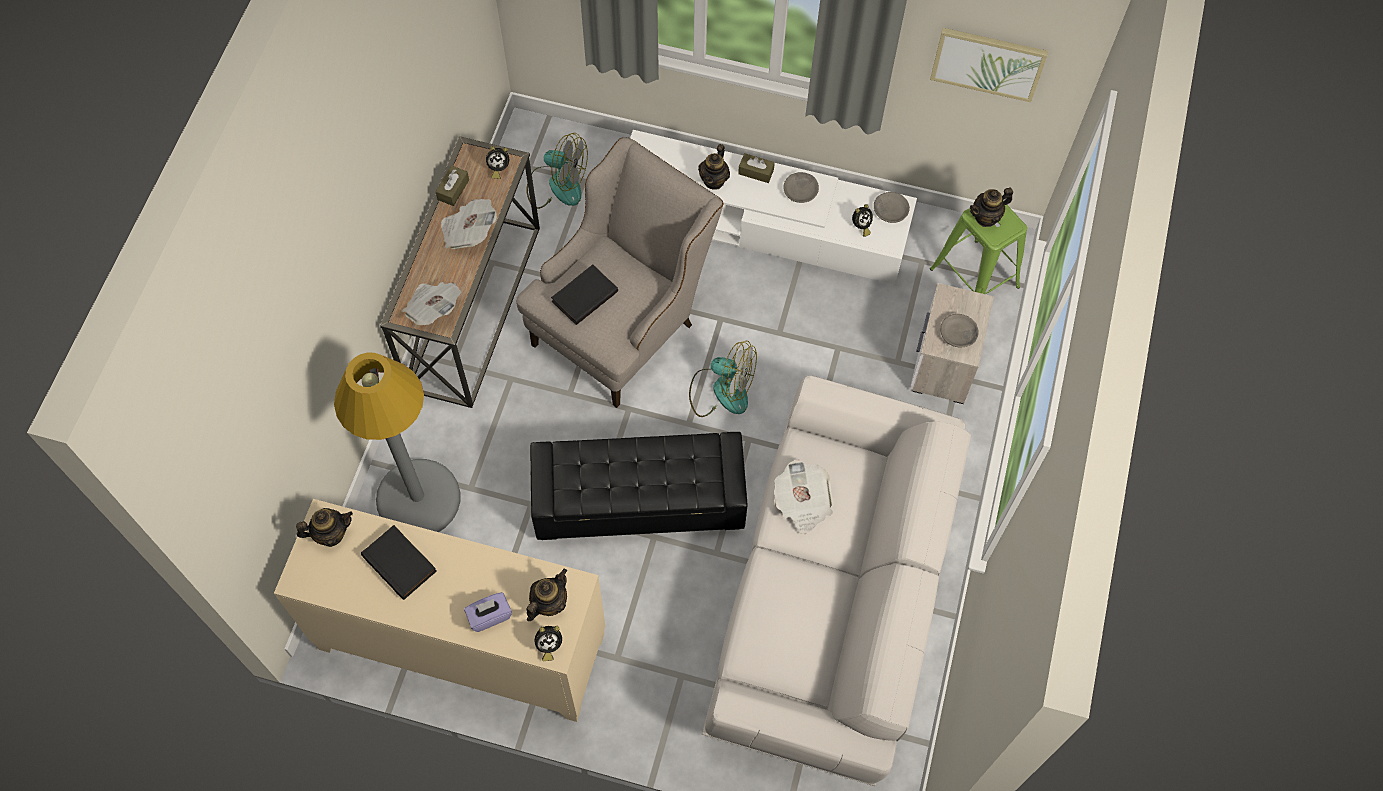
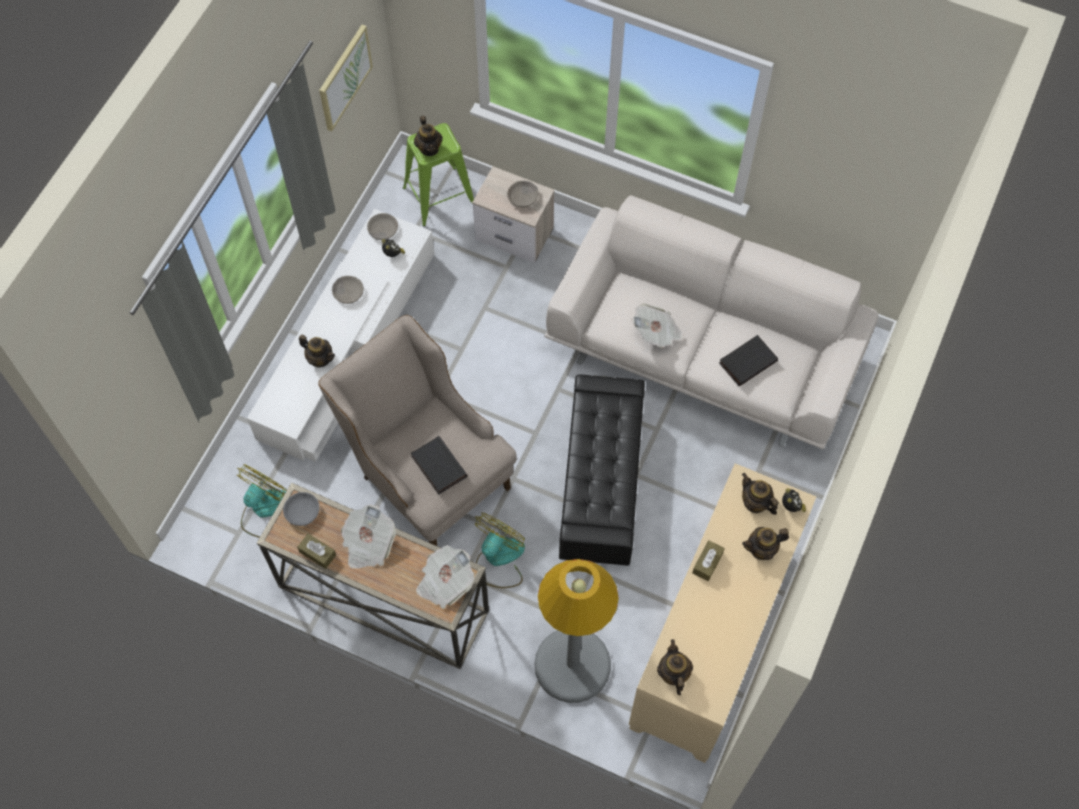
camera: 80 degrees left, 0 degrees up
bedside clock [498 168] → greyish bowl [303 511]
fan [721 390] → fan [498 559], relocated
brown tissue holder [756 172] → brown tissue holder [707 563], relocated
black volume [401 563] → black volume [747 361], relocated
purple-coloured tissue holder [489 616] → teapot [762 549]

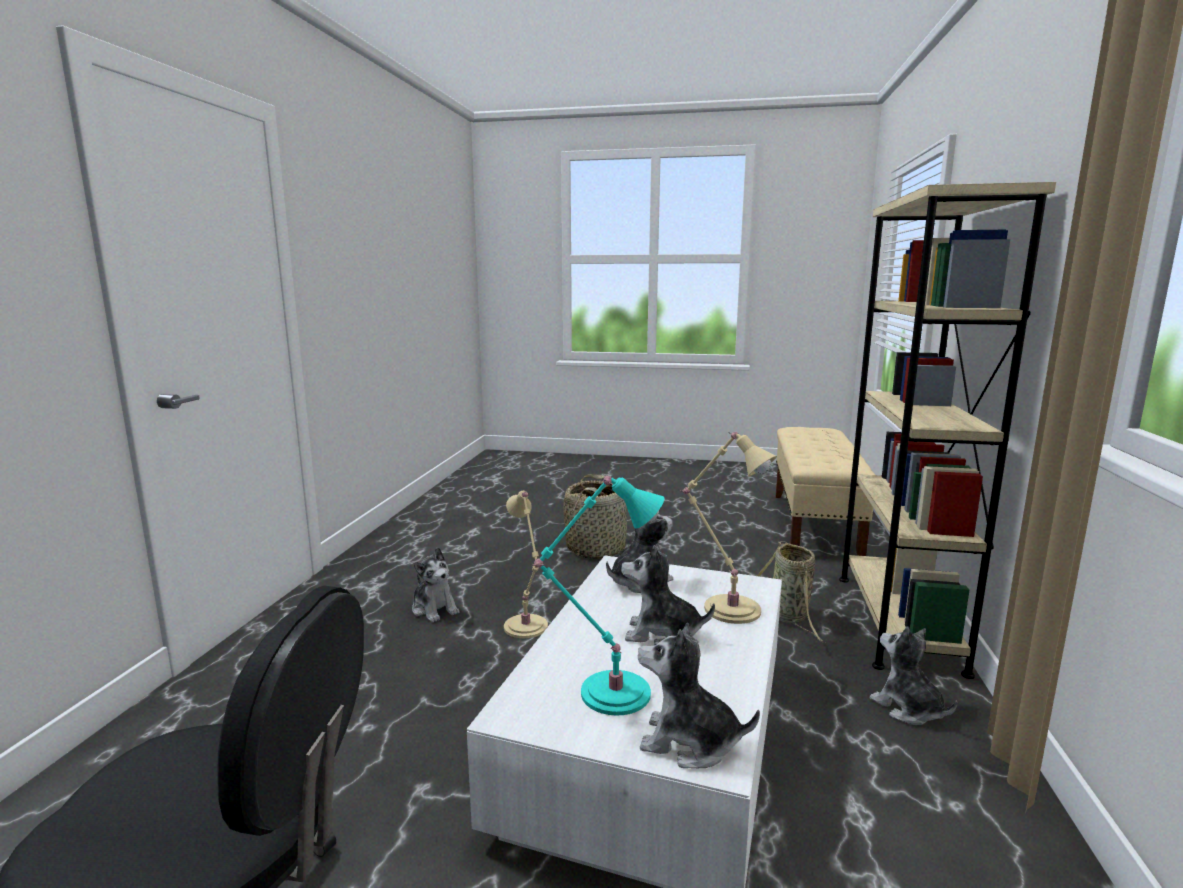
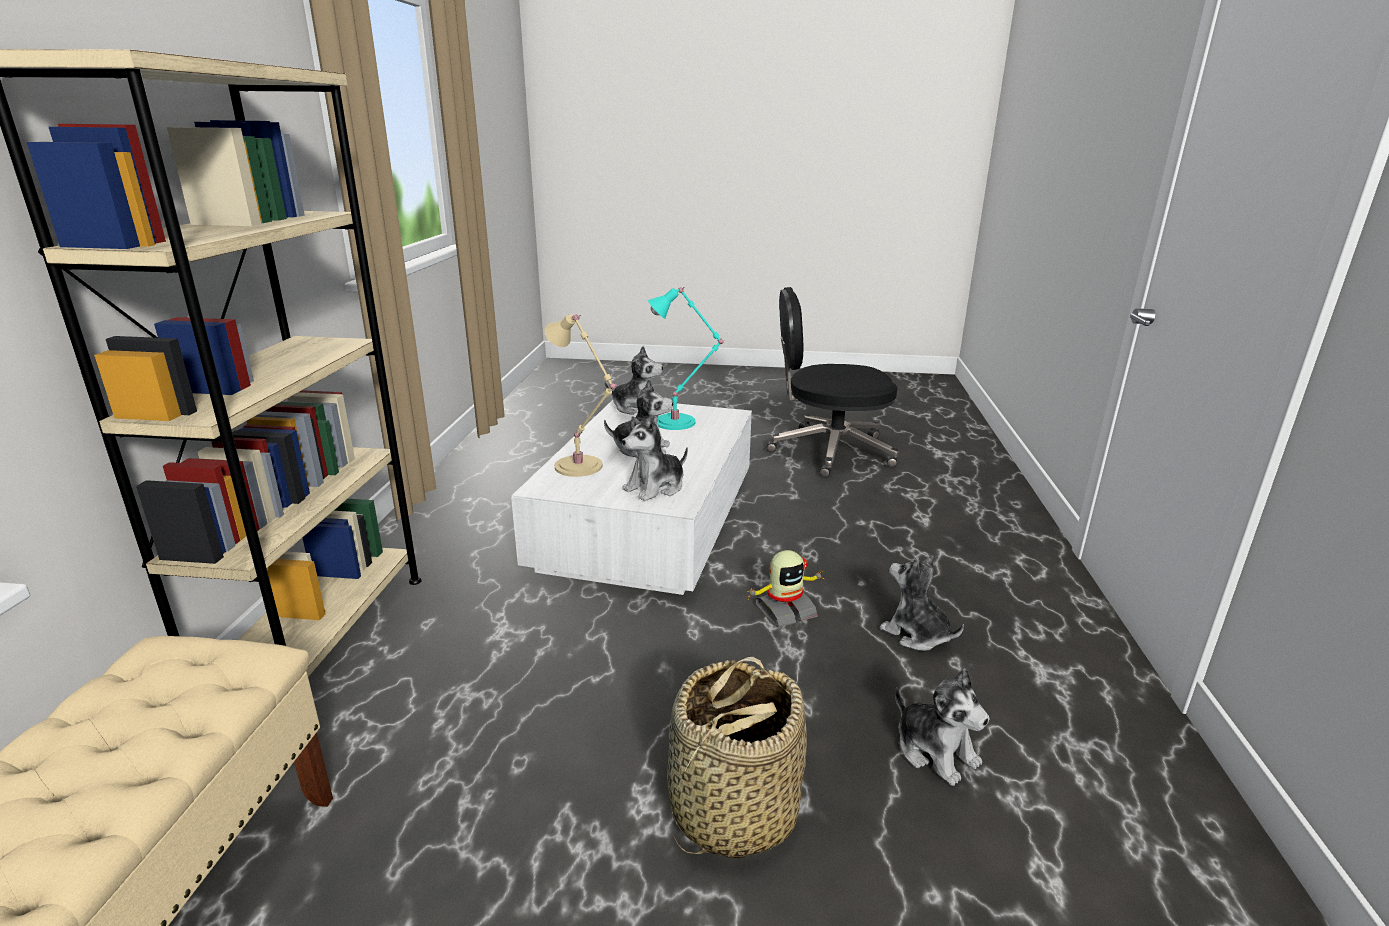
camera: 175 degrees right, 10 degrees up
sand-coloured table lamp [526 628] → robot figure [784 610]
soft toy [907 708] → soft toy [935 751], relocated
storage basket [789 617] → -

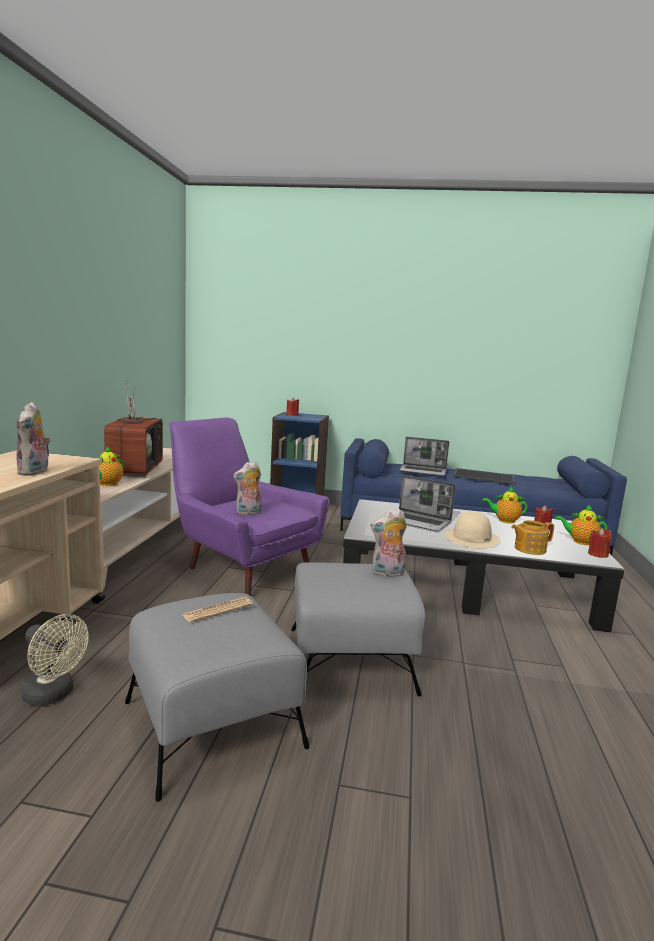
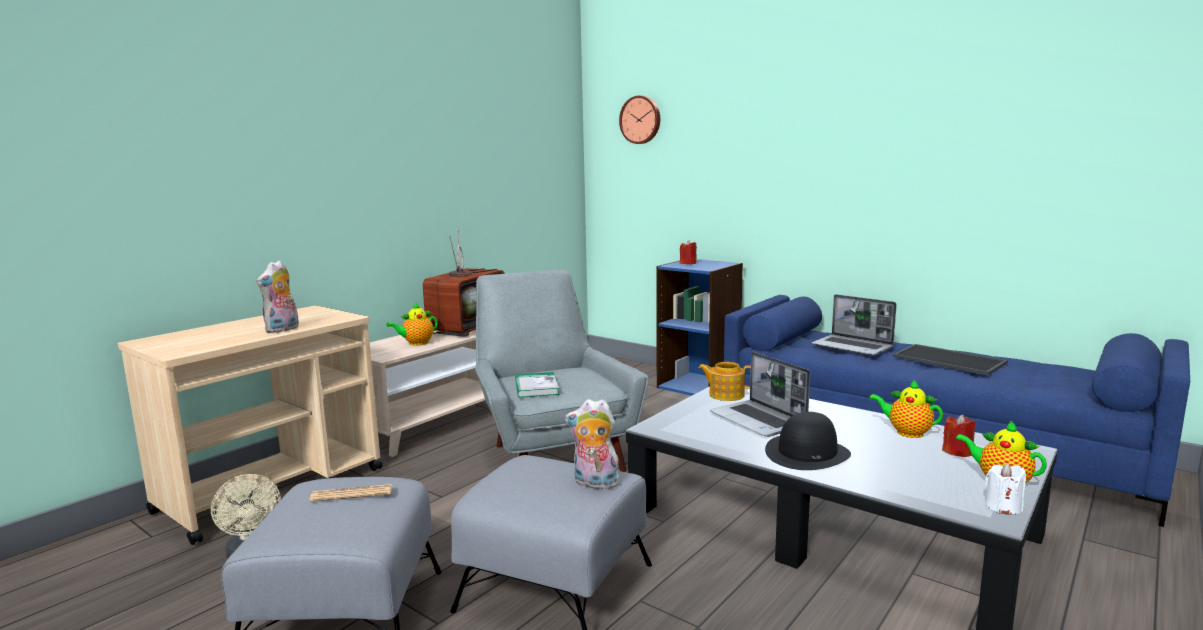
camera: 30 degrees right, 0 degrees up
purple-coloured lounge chair [240 567] → greyish lounge chair [550 453]
soft toy [248 513] → volume [536 387]
- → clock on the wall [641 120]
teapot [529 549] → teapot [725 395], relocated
sand-coloured wearable hat [471 538] → black wearable hat [807 453]
reddish wax candle [598 554] → white wax candle [1003 507]

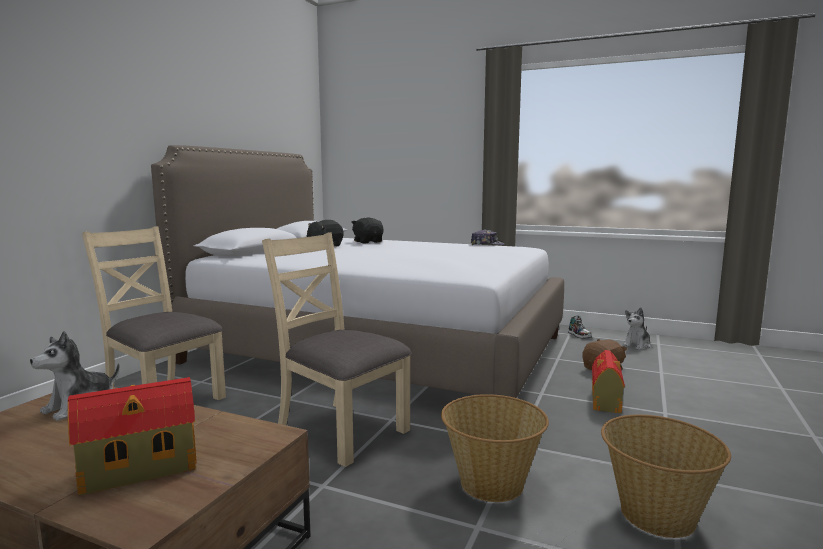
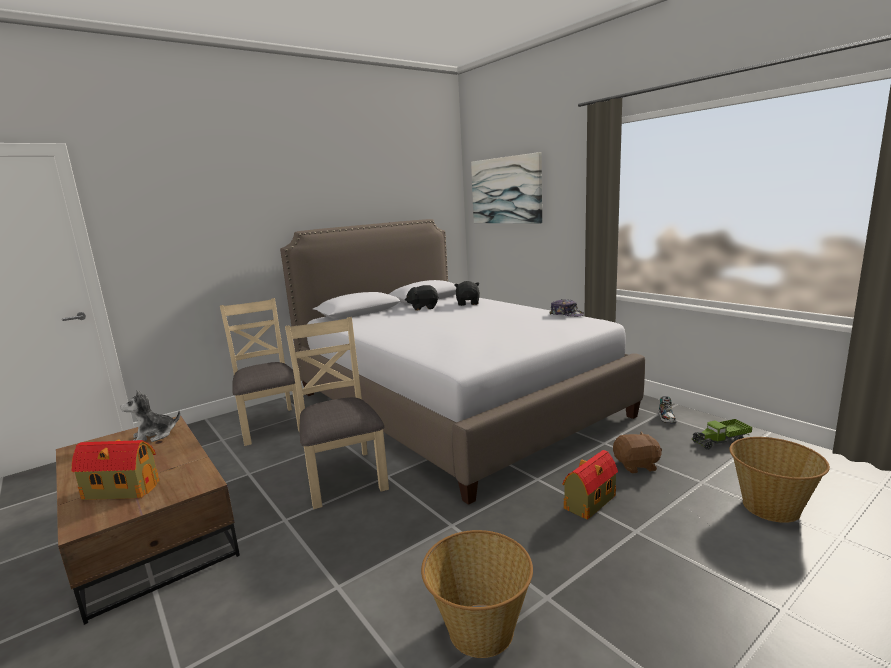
camera: 30 degrees right, 5 degrees up
- → wall art [506 190]
soft toy [637 345] → model truck [721 441]
storage basket [491 484] → storage basket [770 508], relocated

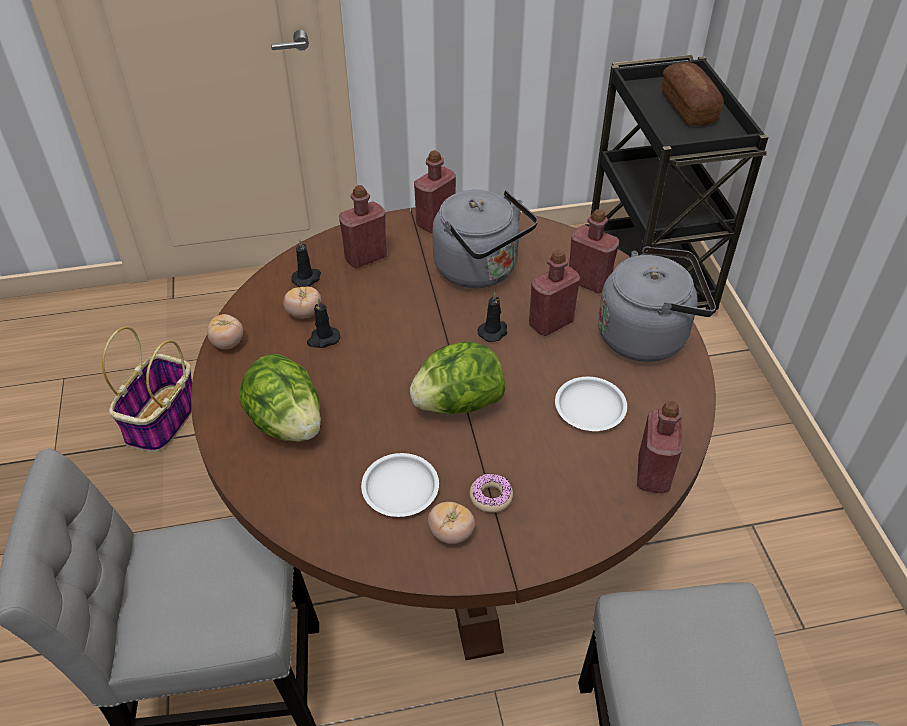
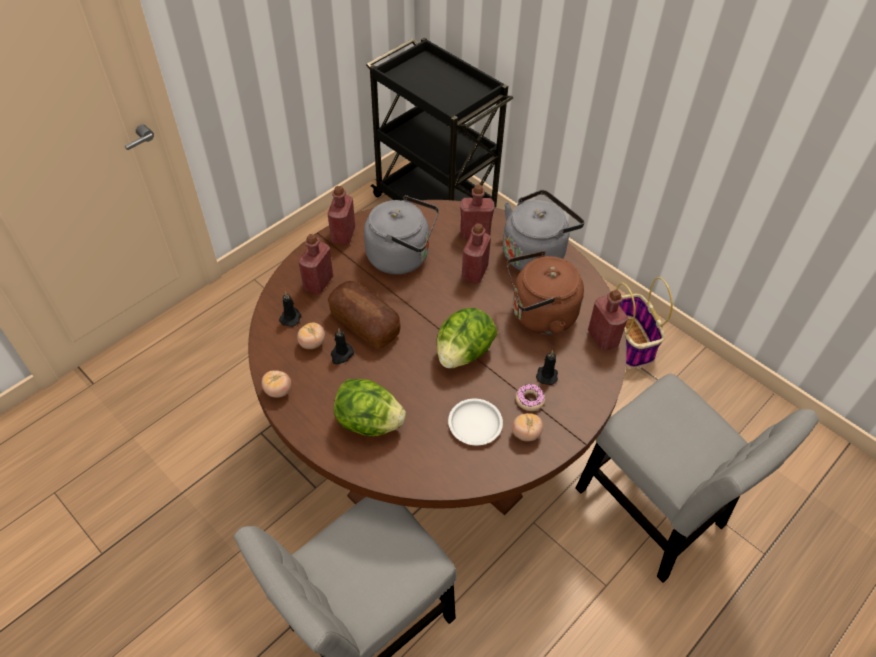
camera: 35 degrees left, 5 degrees up
bread [688 107] → bread [365 323], relocated
white flat dish [589 407] → brown water kettle [539 315]
black wax candle [493 331] → black wax candle [547 374], relocated
storage basket [162 420] → storage basket [630 342], relocated

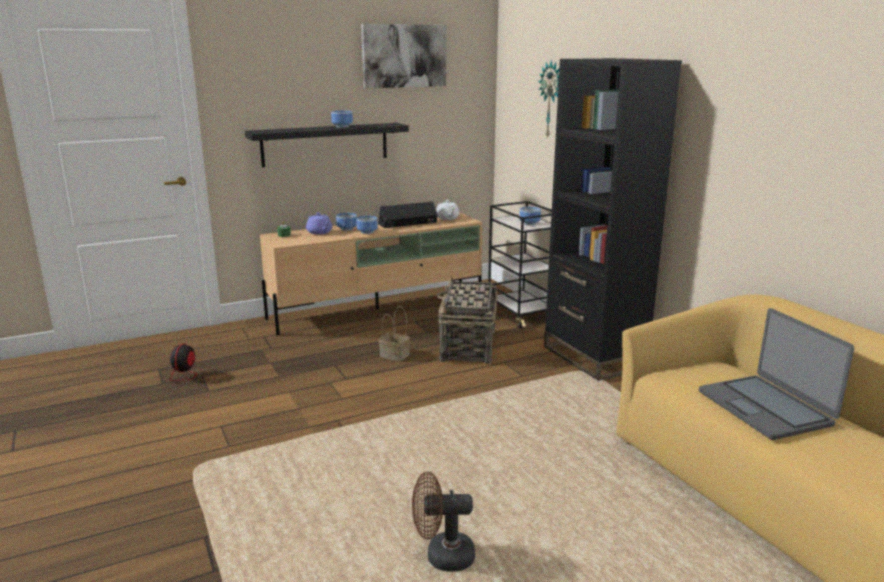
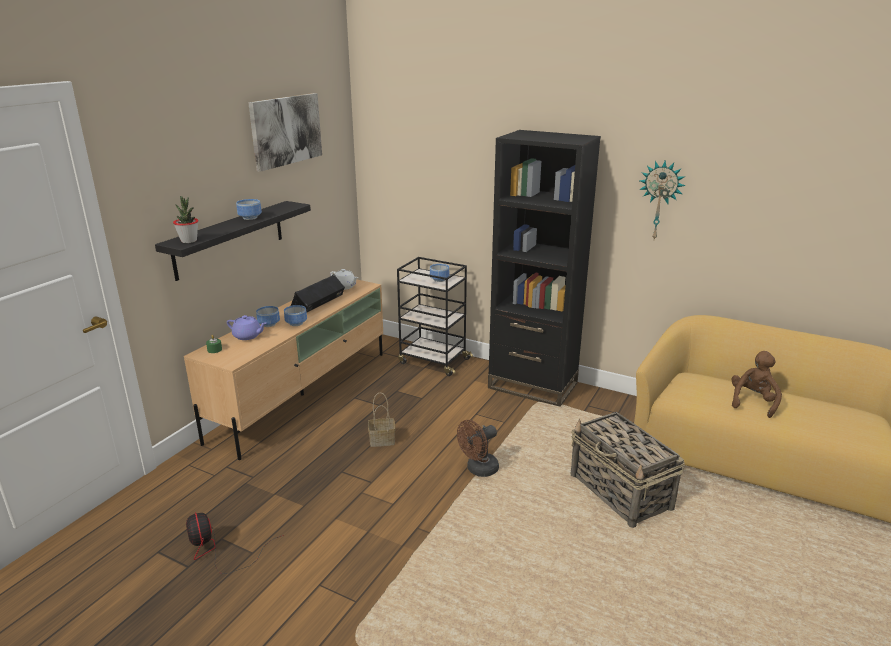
camera: 35 degrees left, 5 degrees up
- → houseplant [189 241]
brown fan [442 556] → brown fan [478 470], relocated
storage basket [468 346] → storage basket [621 492], relocated
clock on the wall [551 100] → clock on the wall [660 200], relocated
laptop [765 408] → brown soft toy [753 402]

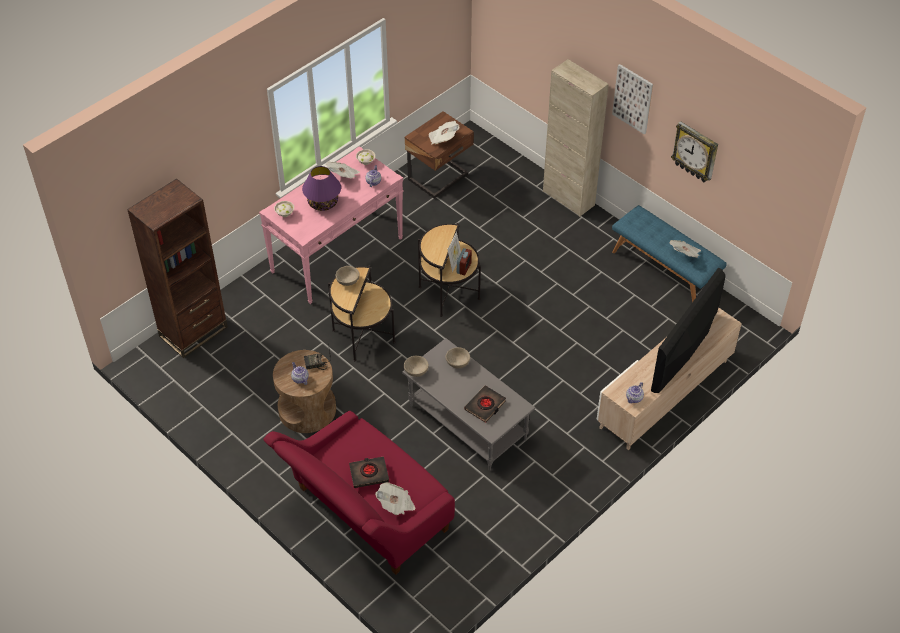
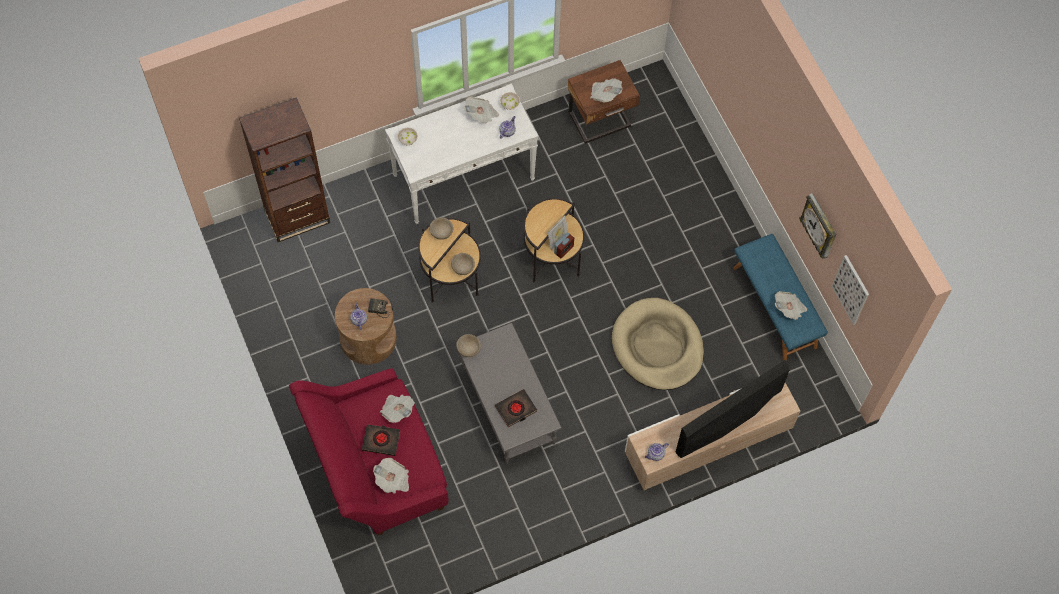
camera: 20 degrees right, 15 degrees up
- → daily paper [397 410]
pinkish console table [337 254] → white console table [464 177]
sand-coloured bowl [458 363] → sand-coloured bowl [463 267], relocated
- → sand-coloured dog cushion [657 346]
wall art [633 99] → wall art [851 289], relocated
purple-coloured table lamp [323 203] → -
sand-coloured cabinet [568 198] → -

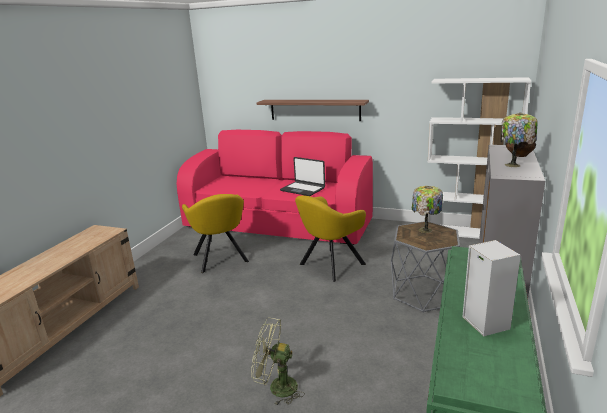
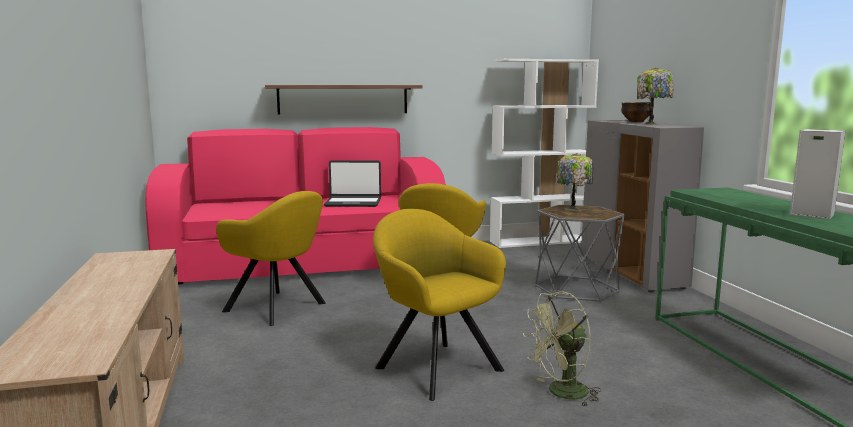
camera: 35 degrees left, 10 degrees down
- → yellow lounge chair [434 366]

